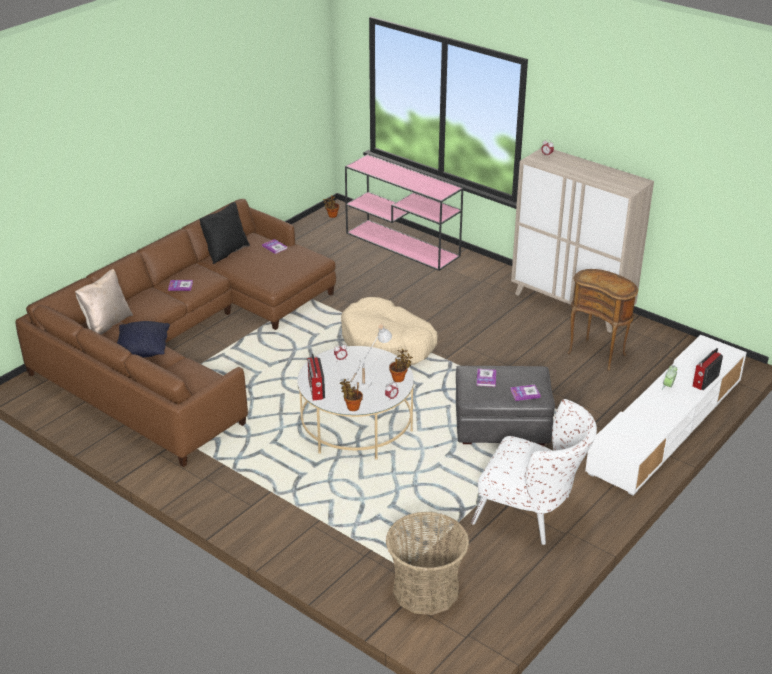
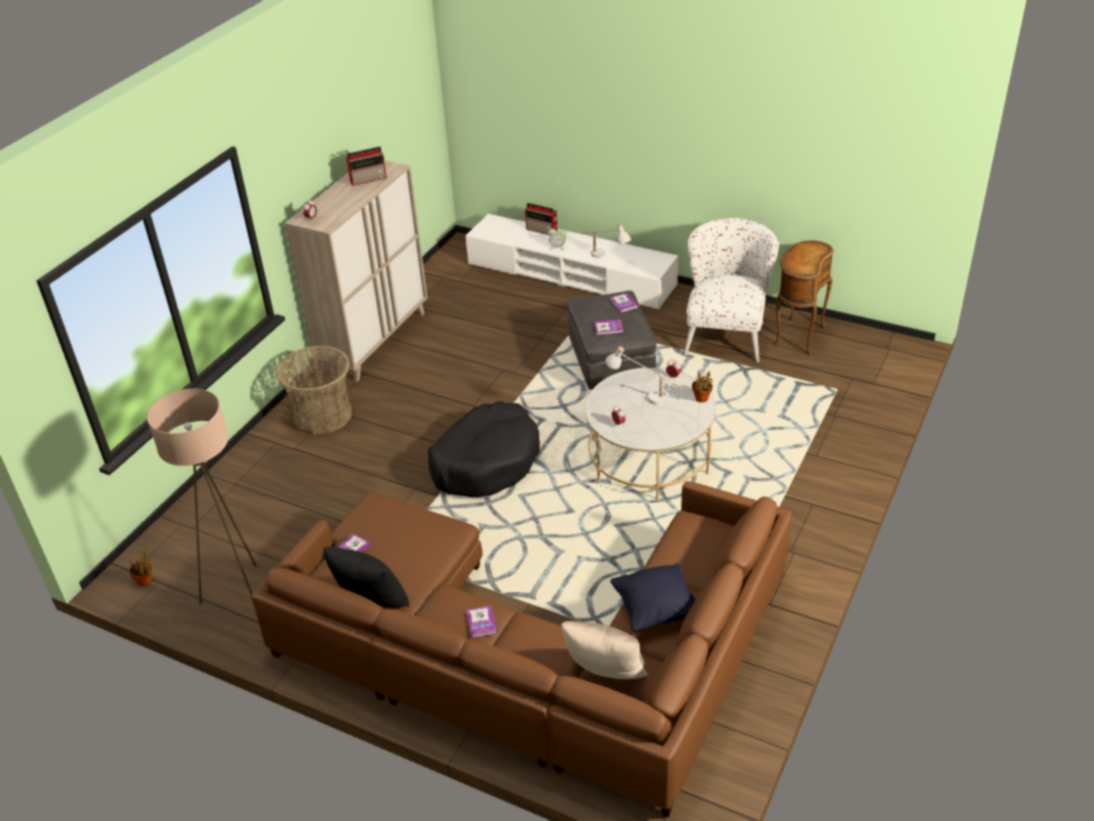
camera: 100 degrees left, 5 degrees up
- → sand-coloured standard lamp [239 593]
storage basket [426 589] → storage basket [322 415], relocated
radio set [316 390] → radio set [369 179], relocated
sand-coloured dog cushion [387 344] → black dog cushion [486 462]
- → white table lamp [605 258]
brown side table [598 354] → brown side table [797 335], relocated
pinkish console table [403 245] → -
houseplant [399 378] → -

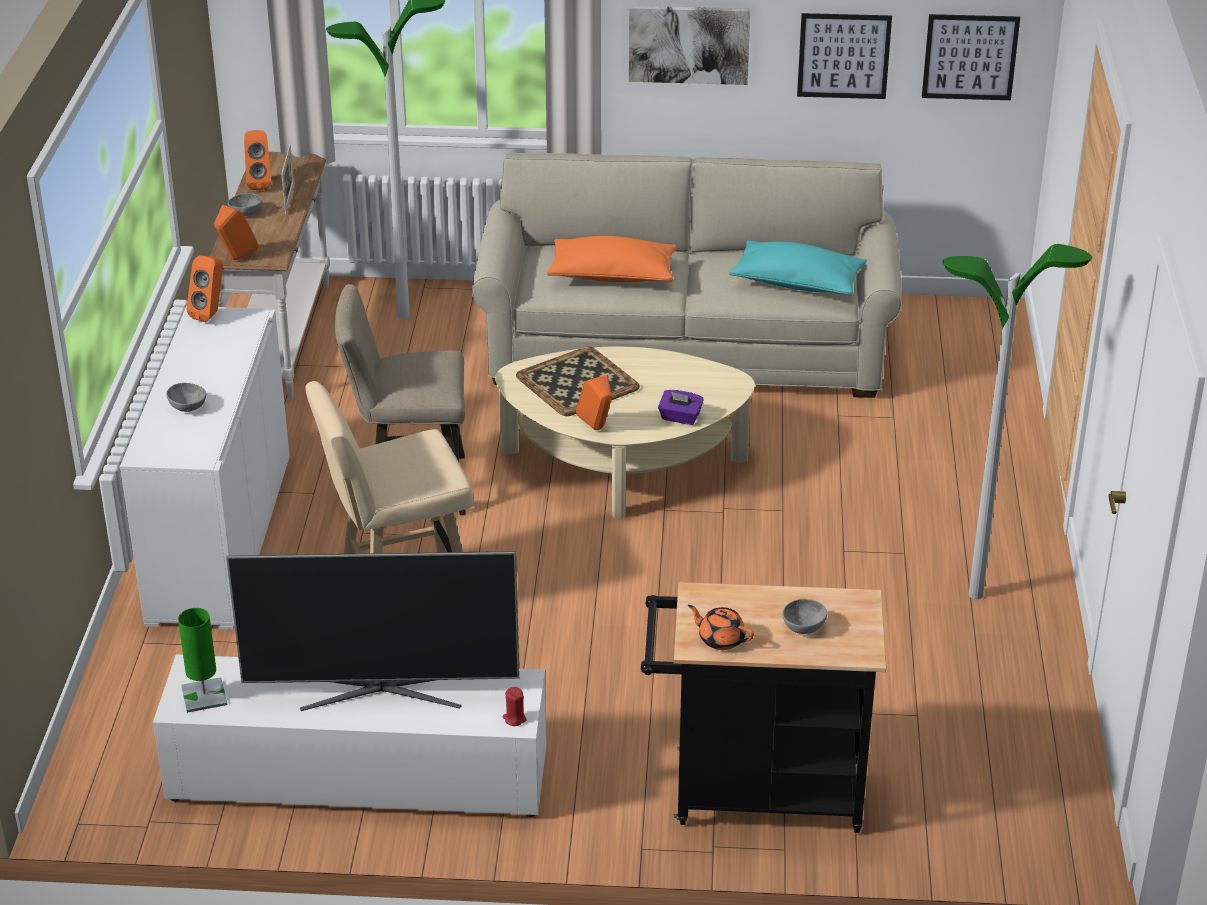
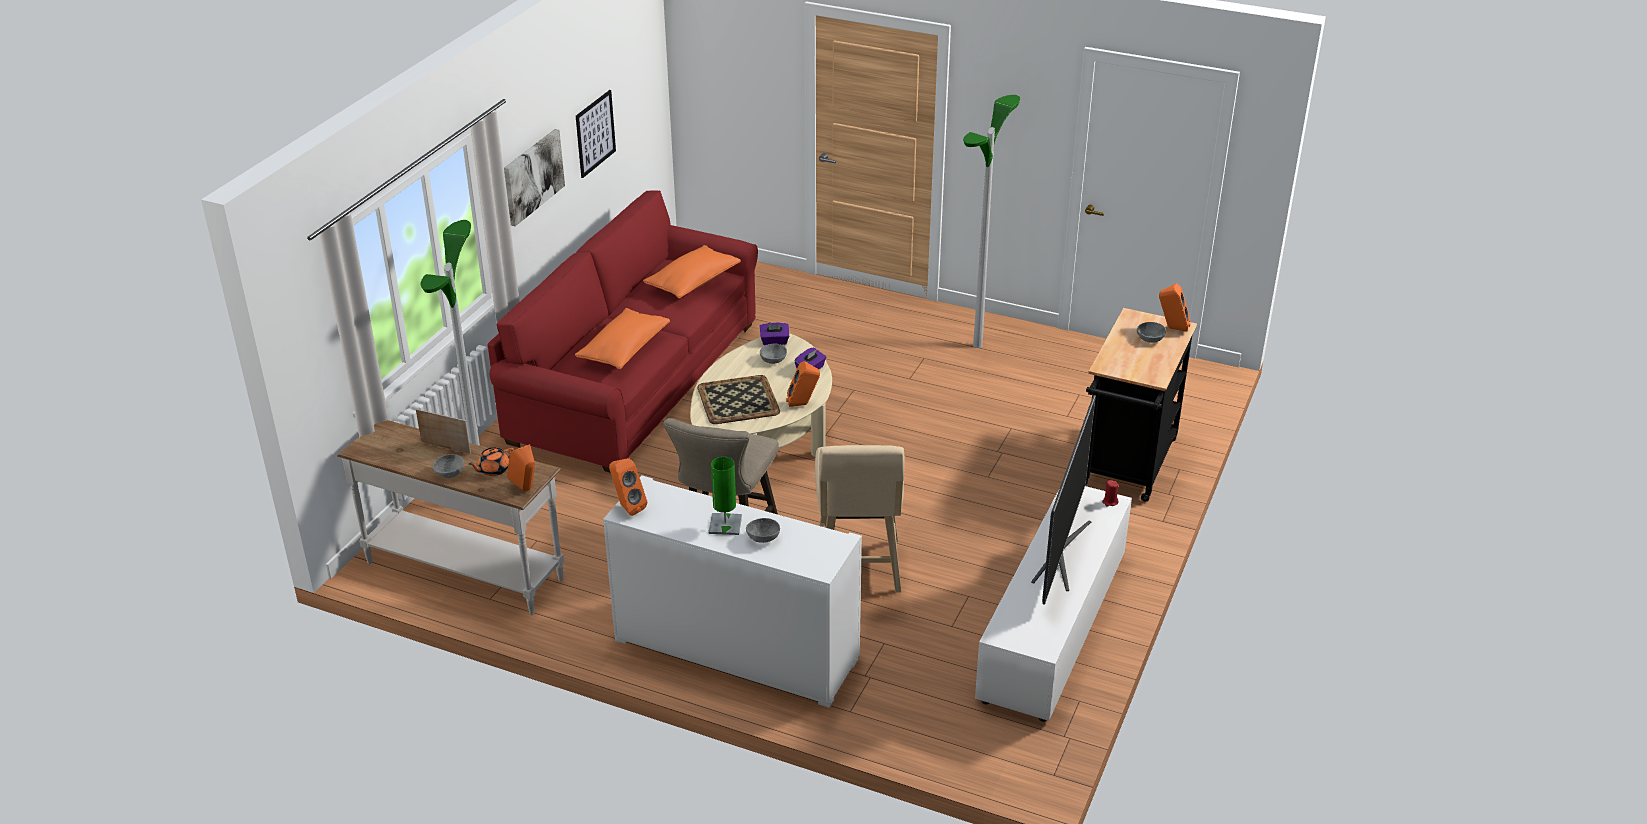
camera: 70 degrees left, 0 degrees up
orange teapot [720 639] → orange teapot [493 470], relocated
sand-coloured settee [687 347] → reddish settee [635 380]
turquoise cushion [797 283] → orange cushion [693 283]
green-coloured table lamp [204 696] → green-coloured table lamp [725 524], relocated
- → purple-coloured tissue holder [774 342]
- → greyish bowl [773 360]
orange speaker [260 184] → orange speaker [1172 328], relocated
wall art [970 57] → -

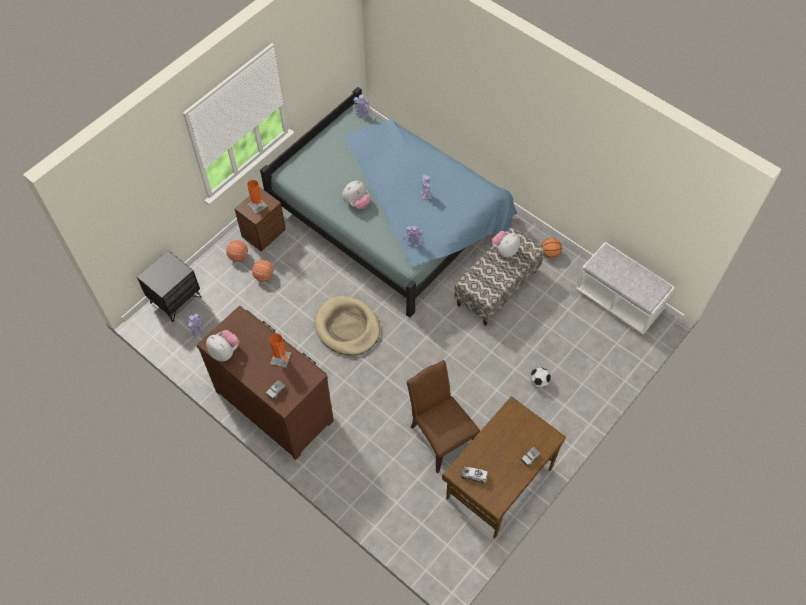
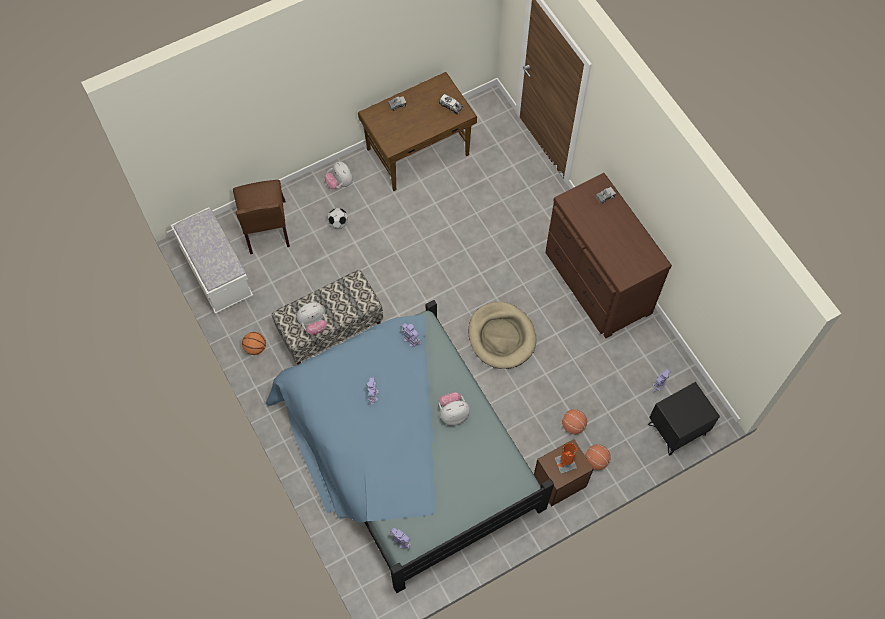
camera: 160 degrees left, 5 degrees up
brown plain chair [440 436] → brown plain chair [266 230], relocated
soft toy [225 352] → soft toy [340 183], relocated
orange table lamp [280 358] → -

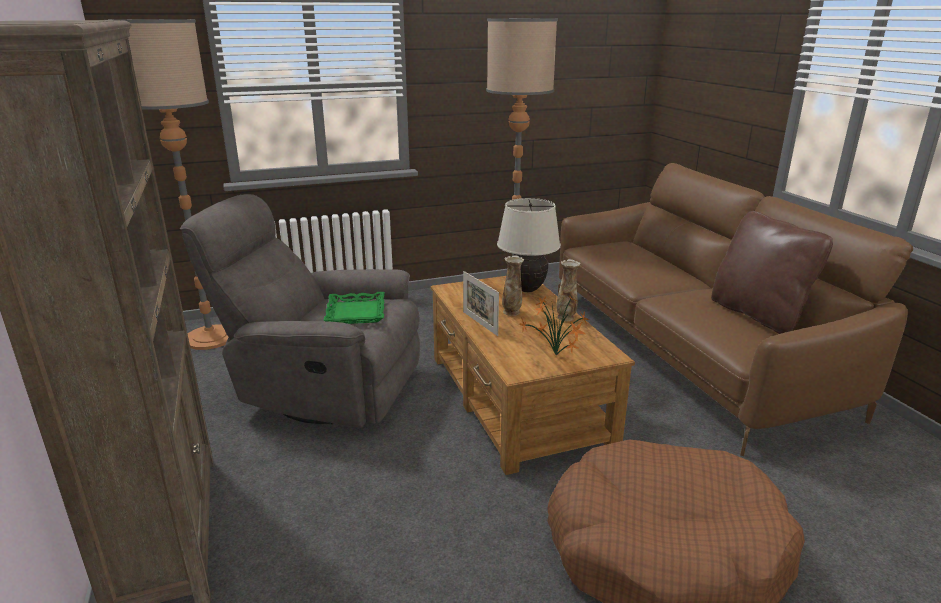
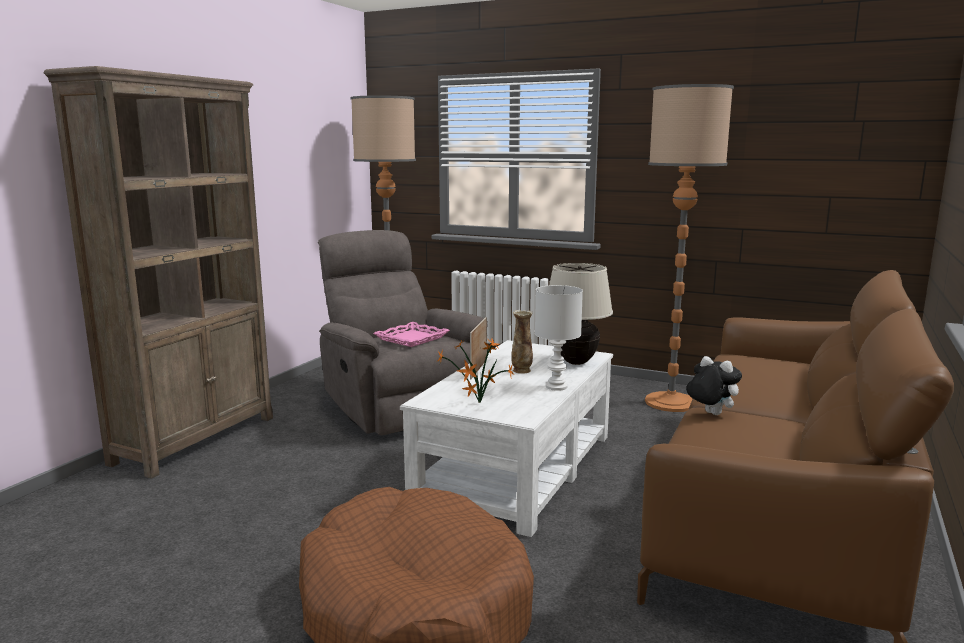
camera: 45 degrees right, 10 degrees down
green-coloured serving tray [356 313] → pinkish serving tray [412 339]
brown coffee table [516 399] → white coffee table [515 468]
flower vase [566 317] → white table lamp [557 387]
- → soft toy [710 414]
brown cushion [758 314] → -

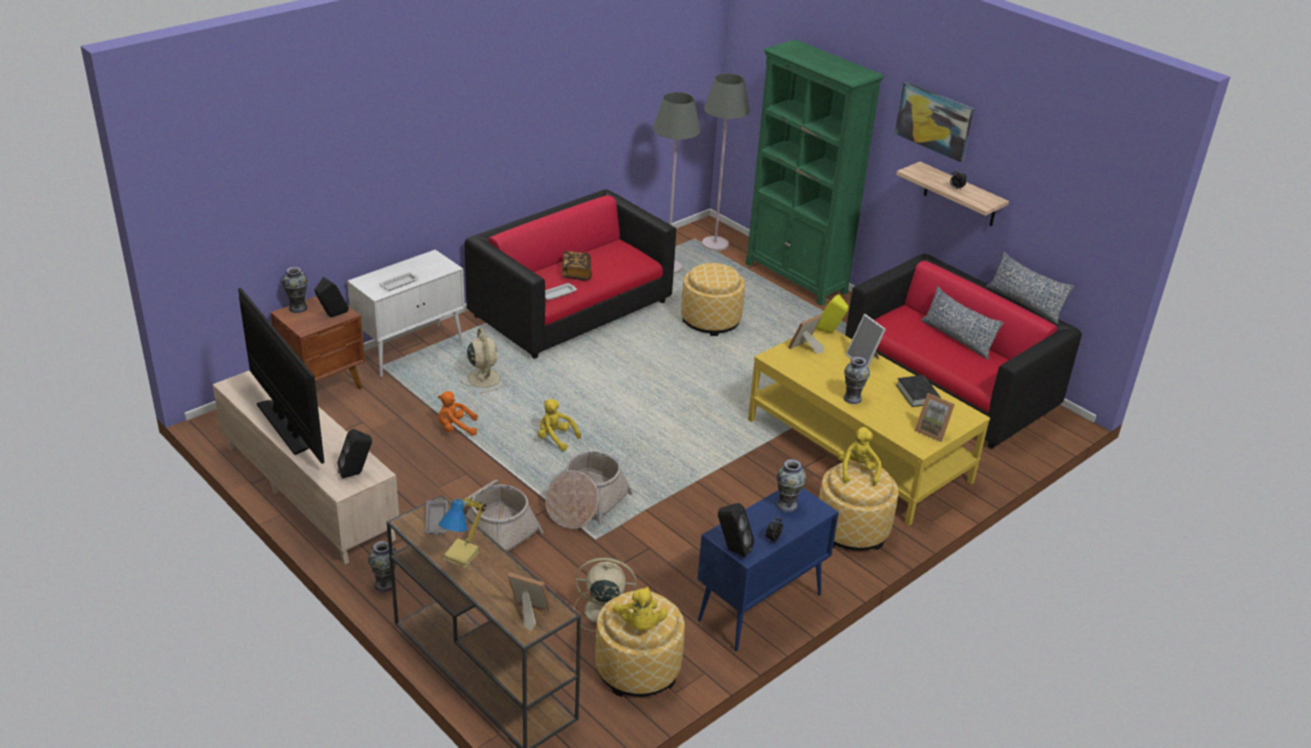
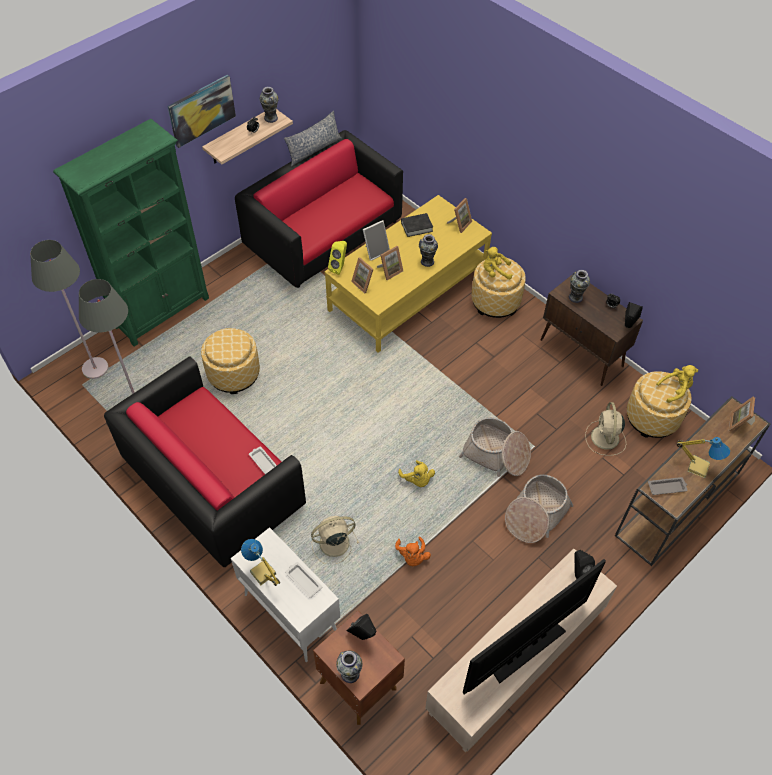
camera: 90 degrees left, 20 degrees up
- → table lamp [262 573]
flower vase [385 584] → flower vase [270 118], relocated
- → photo frame [390 271]
yellow soft toy [555 438] → yellow soft toy [417 480], 60 degrees counterclockwise
blue cabinet [759 608] → brown cabinet [582 353]
volume [576 273] → -
cushion [957 338] → -

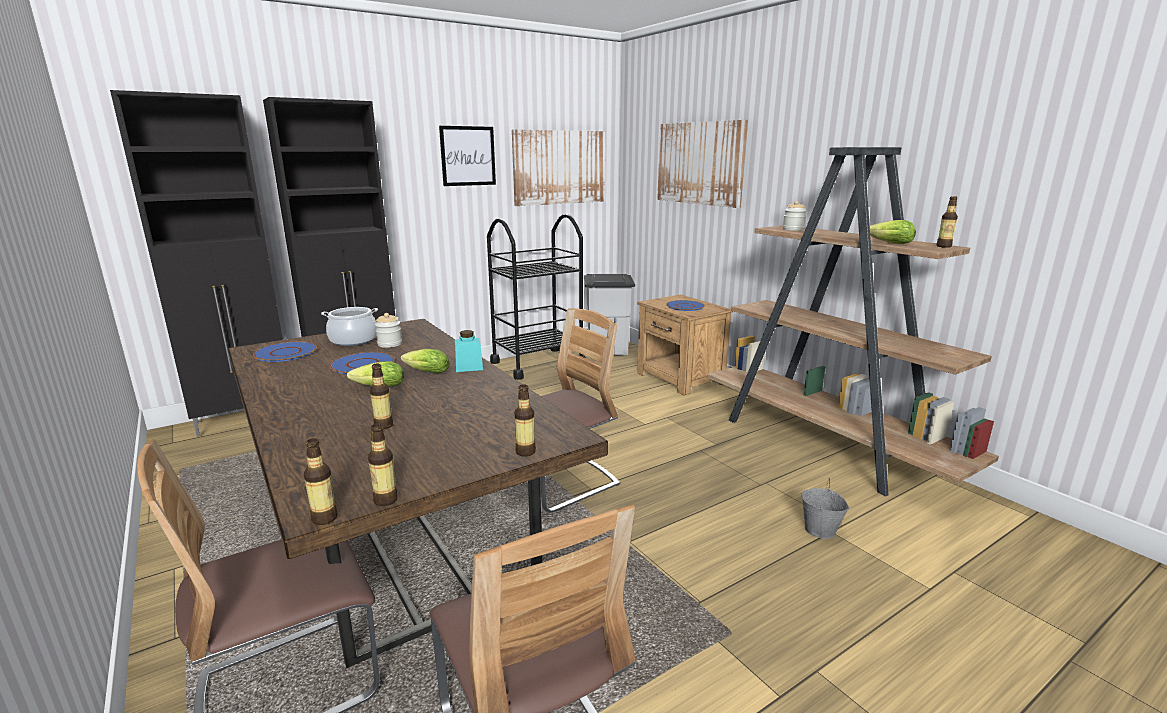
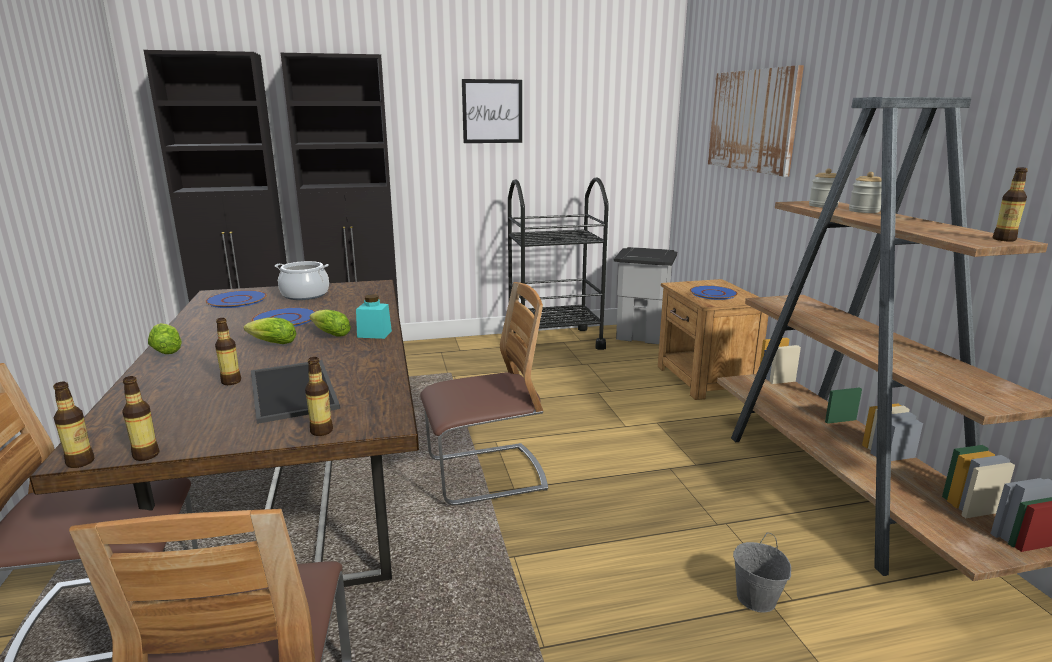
camera: 20 degrees right, 0 degrees up
lettuce head [888 243] → lettuce head [167 349], relocated
- → serving tray [295 390]
jar [389 344] → jar [864 211], relocated
wall art [560 167] → -

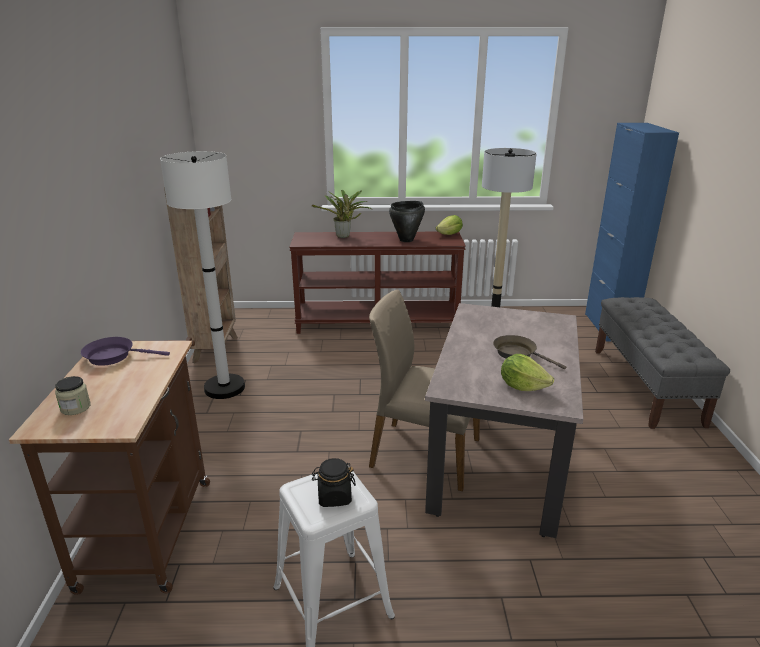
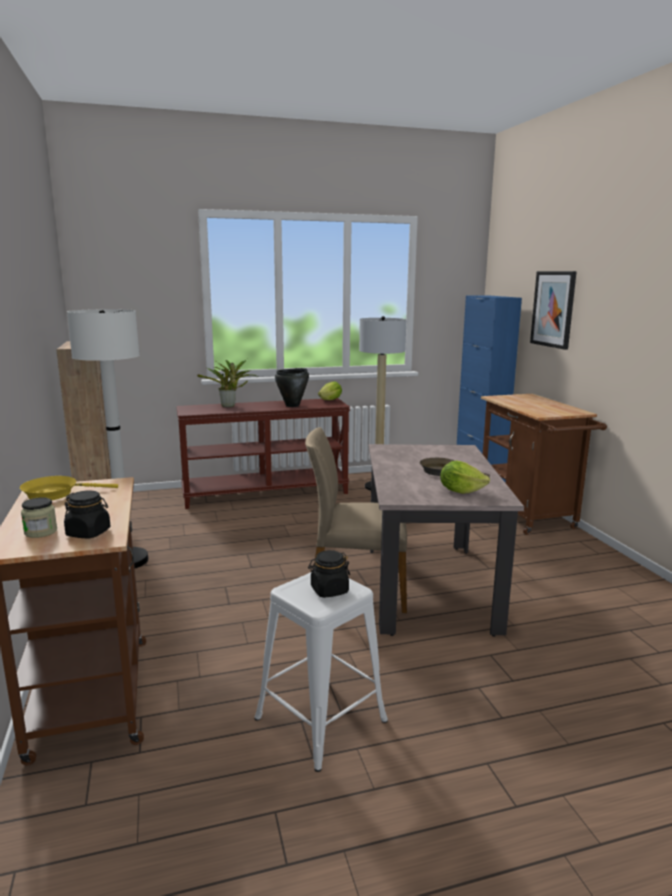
camera: 15 degrees left, 10 degrees down
purple-coloured skillet [114 356] → yellow skillet [55 494]
- → black jar [88 533]
greyish long seat [646 386] → brown trolley [529 517]
- → wall art [553 309]

